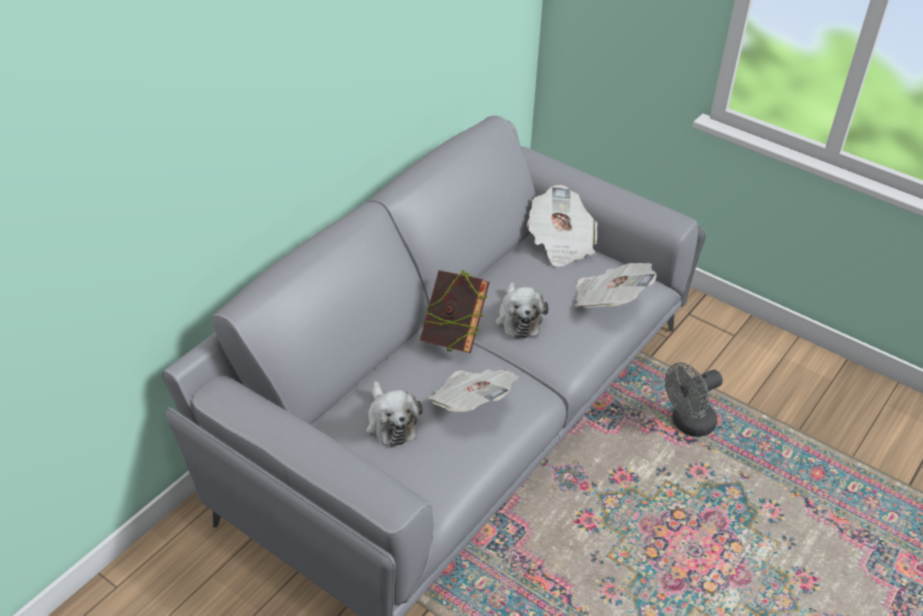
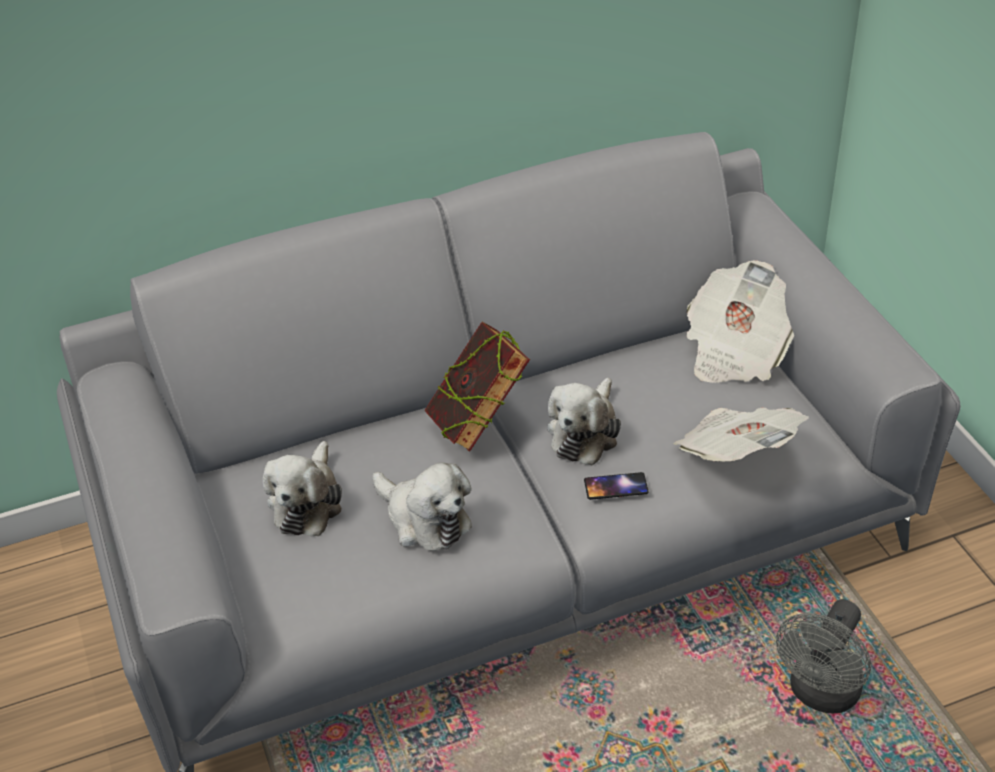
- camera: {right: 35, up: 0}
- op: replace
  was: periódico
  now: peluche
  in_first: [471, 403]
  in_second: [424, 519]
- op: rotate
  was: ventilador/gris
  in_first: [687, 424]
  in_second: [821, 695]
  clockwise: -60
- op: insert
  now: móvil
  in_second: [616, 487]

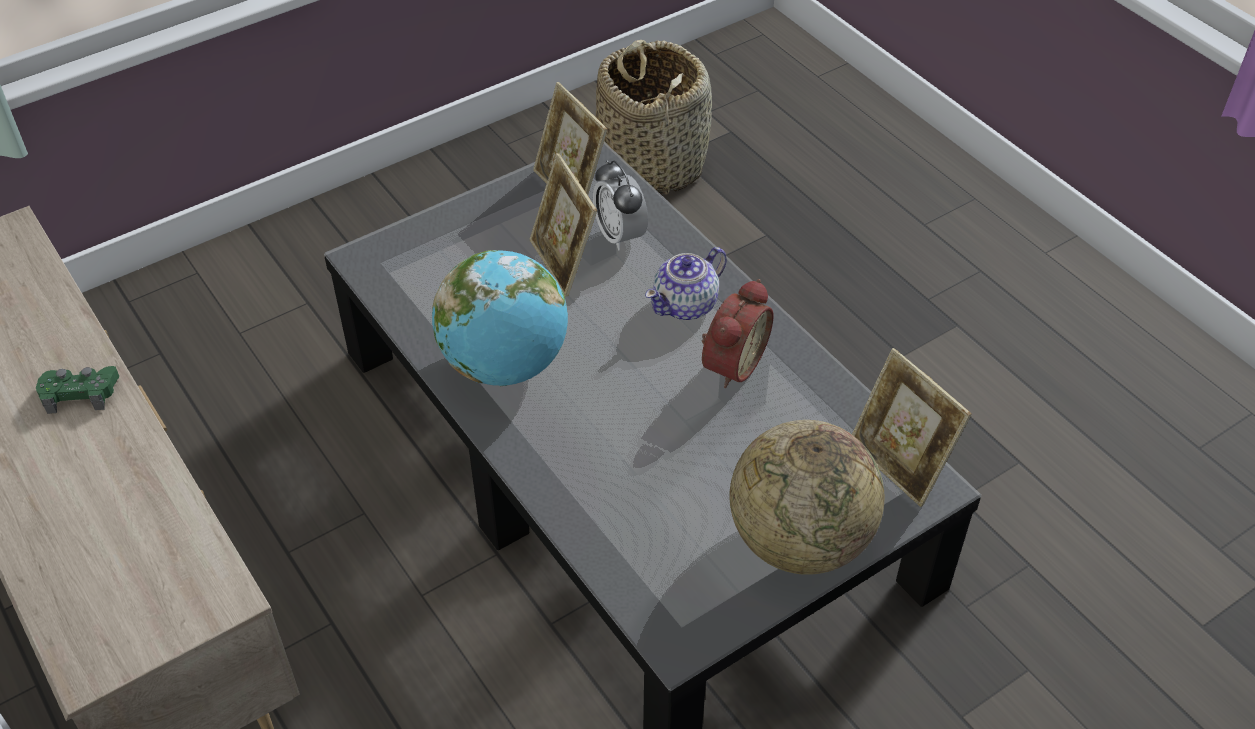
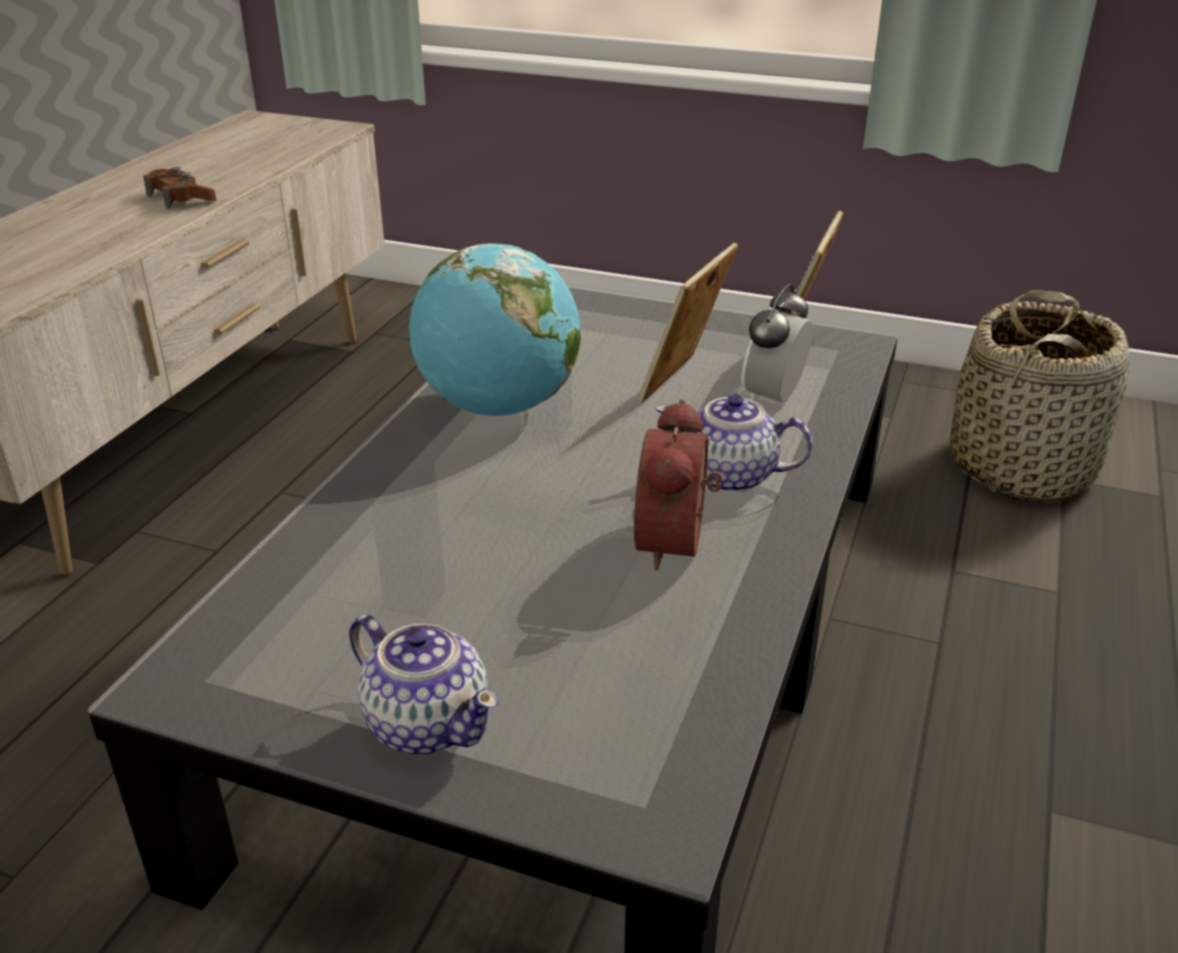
- camera: {right: 55, up: -15}
- op: recolor
  was: mando de consola/verde
  now: mando de consola/marrón
  in_first: [80, 393]
  in_second: [181, 198]
- op: rotate
  was: despertador
  in_first: [730, 363]
  in_second: [678, 543]
  clockwise: 105
- op: replace
  was: globo terráqueo
  now: tetera
  in_first: [799, 540]
  in_second: [427, 723]
- op: delete
  was: portarretratos
  in_first: [898, 465]

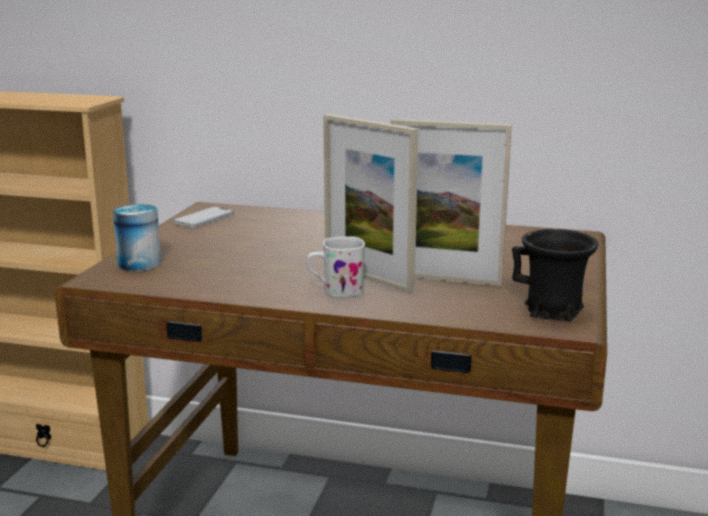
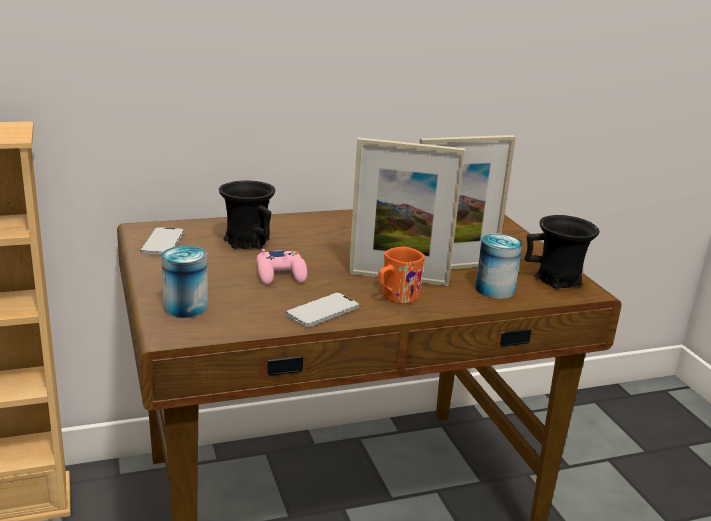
- camera: {right: -35, up: 5}
- op: recolor
  was: taza grande/blanco
  now: taza grande/naranja
  in_first: [336, 291]
  in_second: [395, 297]
- op: insert
  now: taza grande/negro
  in_second: [247, 241]
- op: insert
  now: mando de consola/rosa
  in_second: [281, 274]
- op: insert
  now: móvil
  in_second: [322, 311]
- op: insert
  now: lata
  in_second: [495, 289]

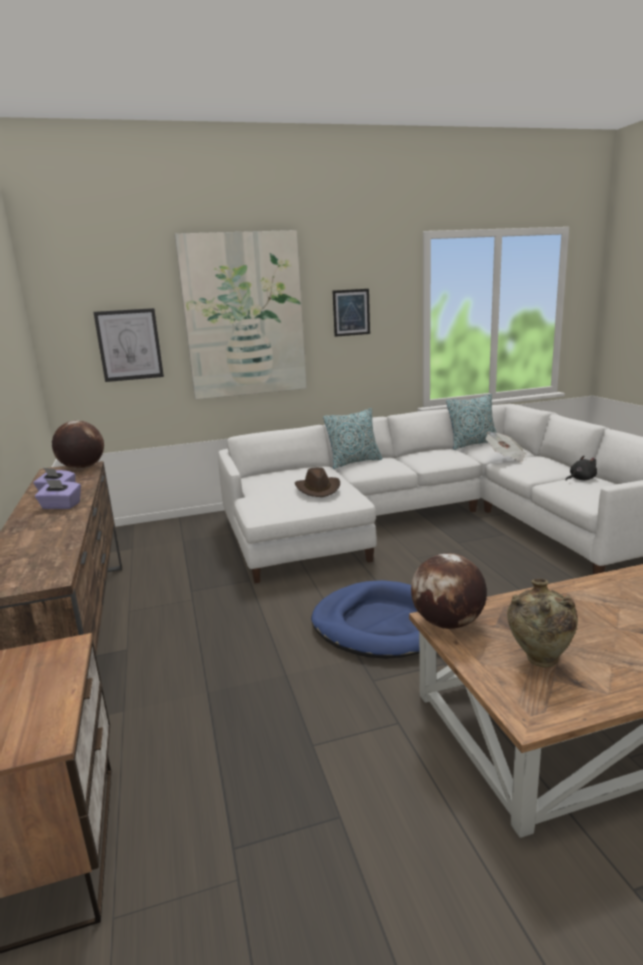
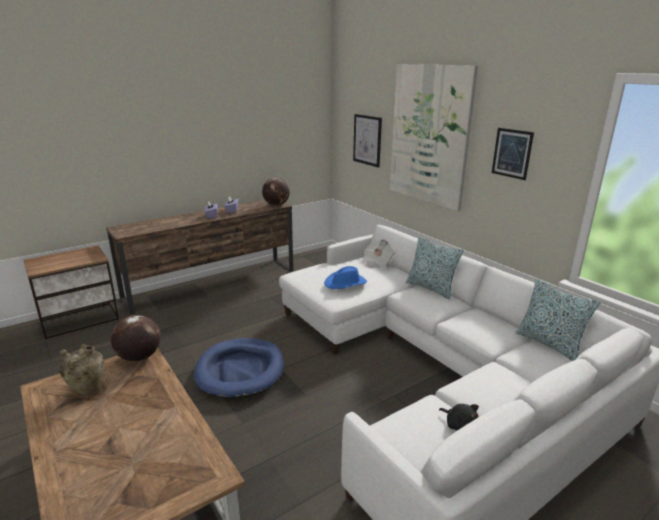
- camera: {right: 70, up: 5}
- op: recolor
  was: sombrero/marrón
  now: sombrero/azul
  in_first: [318, 489]
  in_second: [345, 283]
- op: move
  was: periódico
  in_first: [505, 457]
  in_second: [377, 263]

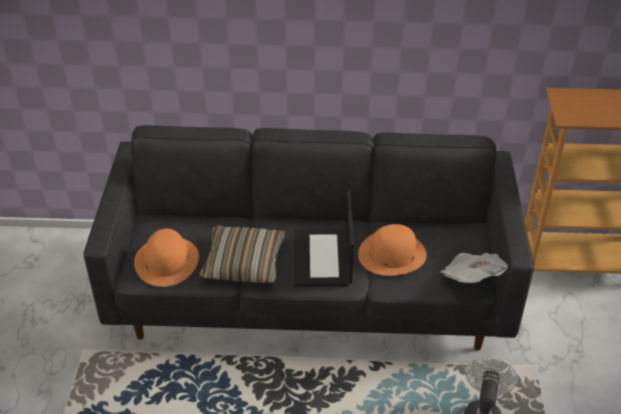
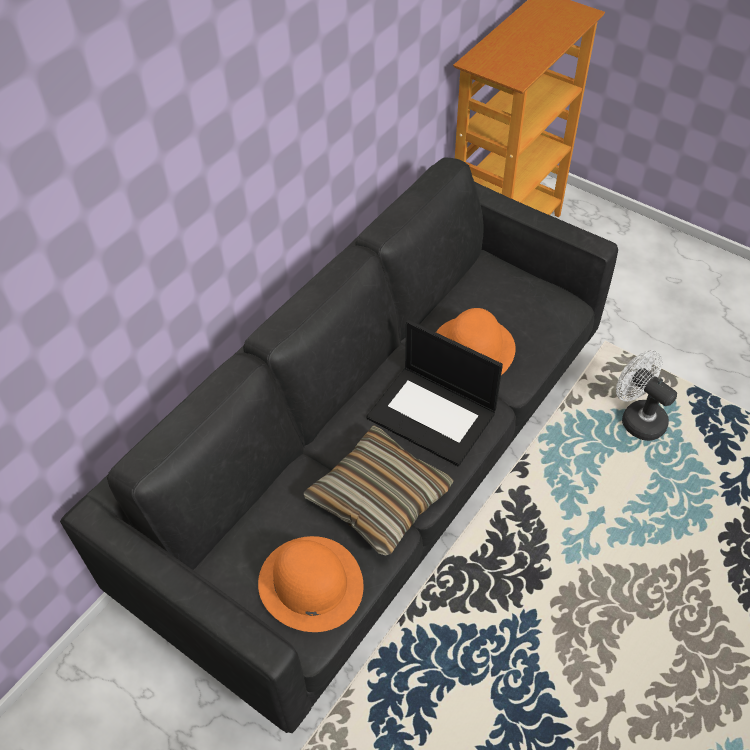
- camera: {right: -55, up: 10}
- op: delete
  was: periódico
  in_first: [473, 278]

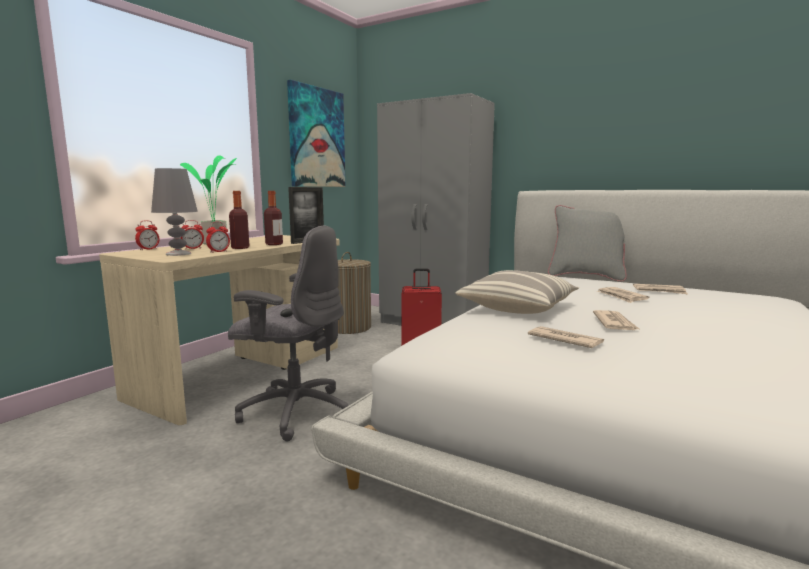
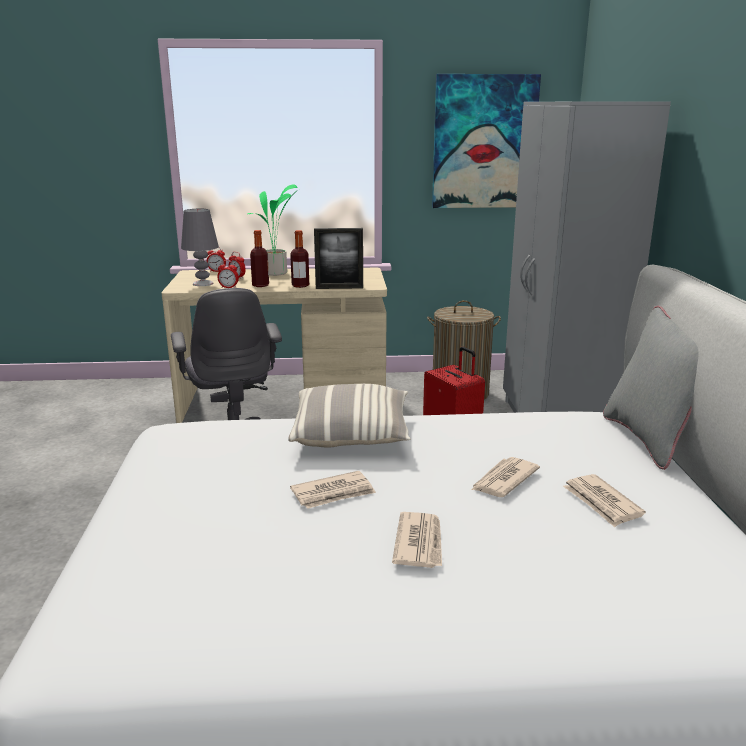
- camera: {right: 55, up: 10}
- op: move
  was: periódico
  in_first: [564, 340]
  in_second: [419, 543]

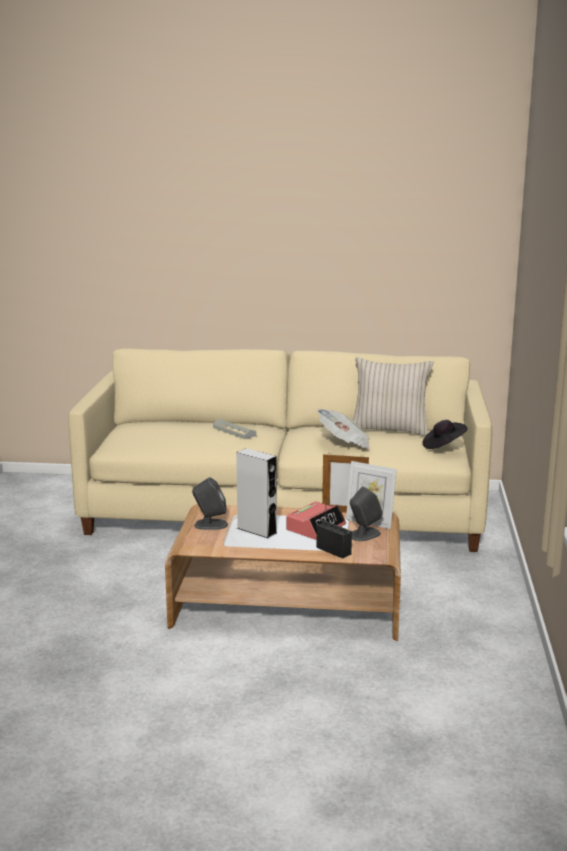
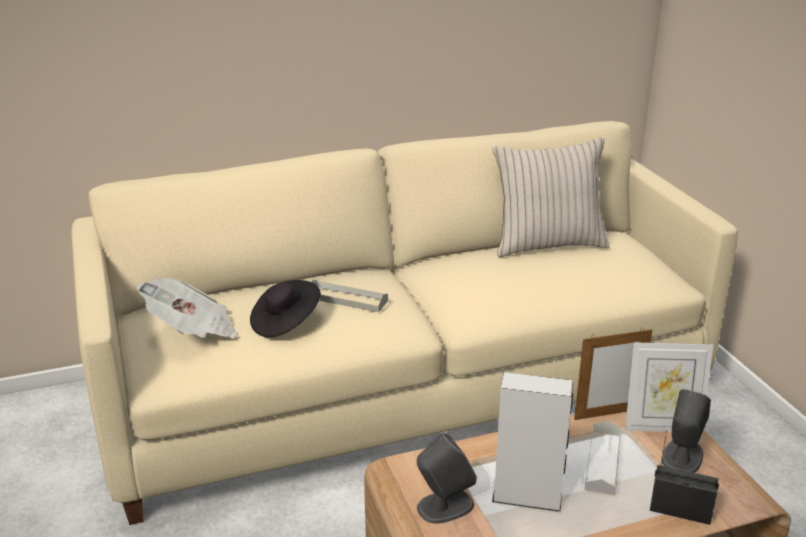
- camera: {right: -25, up: 10}
- op: replace
  was: despertador
  now: bandeja/gris
  in_first: [316, 527]
  in_second: [603, 461]
- op: move
  was: periódico
  in_first: [344, 443]
  in_second: [192, 330]
- op: move
  was: sombrero/negro
  in_first: [443, 445]
  in_second: [285, 323]

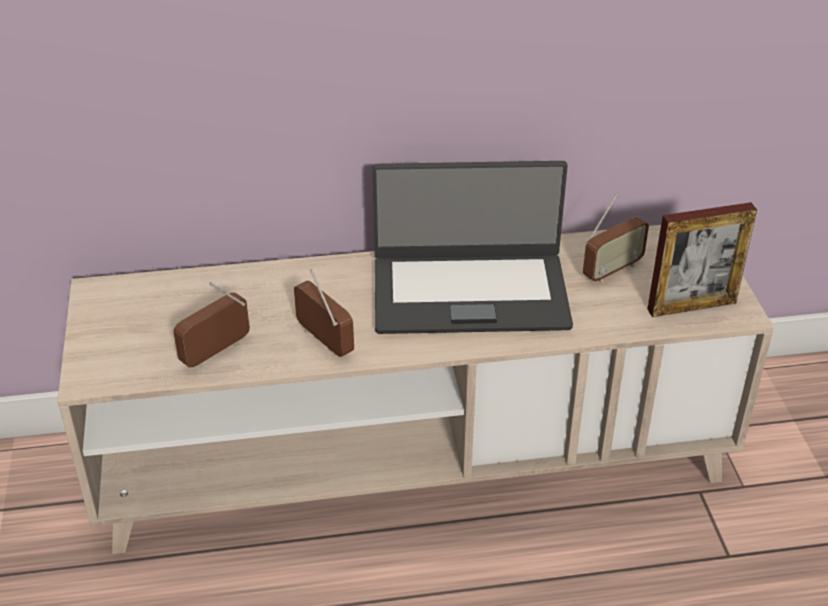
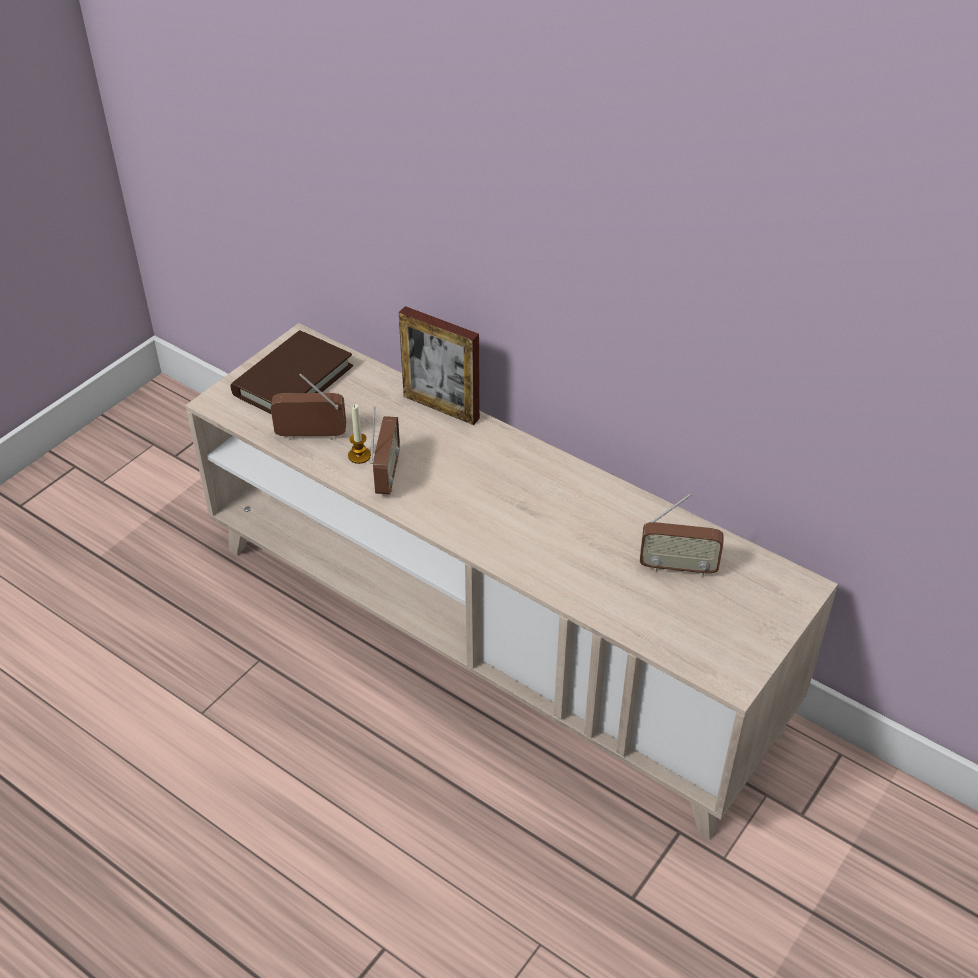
- camera: {right: 45, up: 5}
- op: delete
  was: portátil
  in_first: [469, 292]
- op: move
  was: portarretratos
  in_first: [691, 306]
  in_second: [441, 407]
- op: insert
  now: libro/marrón
  in_second: [293, 380]
- op: insert
  now: vela
  in_second: [359, 456]

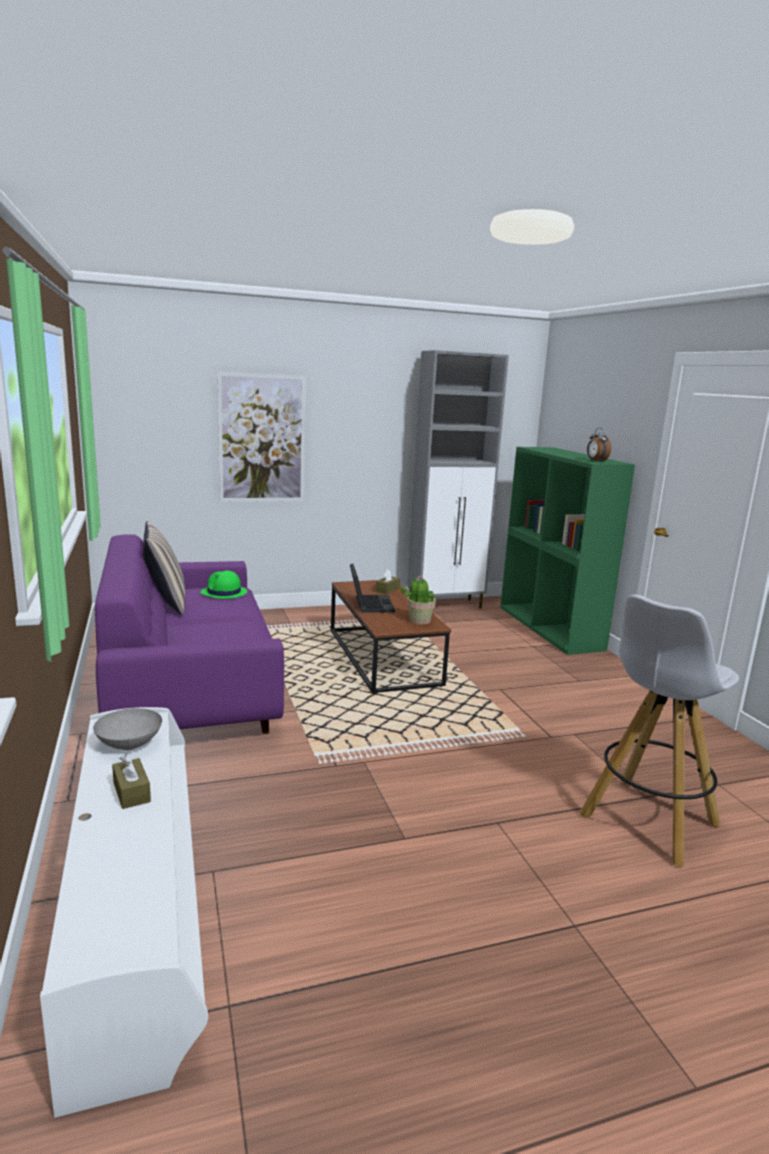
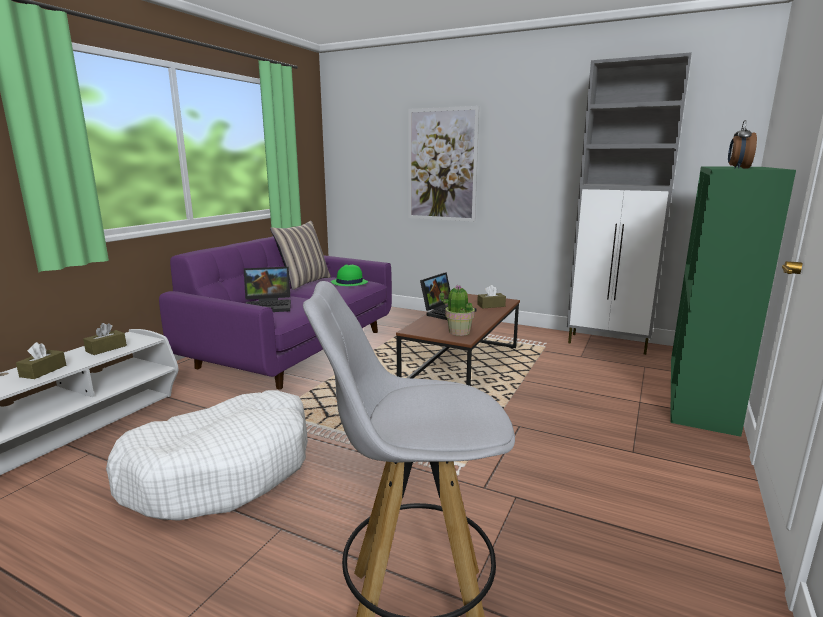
- camera: {right: 45, up: 0}
- op: replace
  was: cuenco/gris
  now: caja de pañuelos/marrón
  in_first: [129, 744]
  in_second: [106, 348]
- op: insert
  now: cama para perro/blanco
  in_second: [222, 470]
- op: insert
  now: portátil
  in_second: [269, 306]

